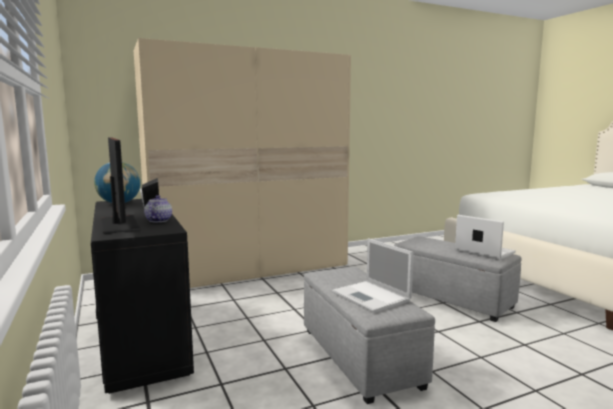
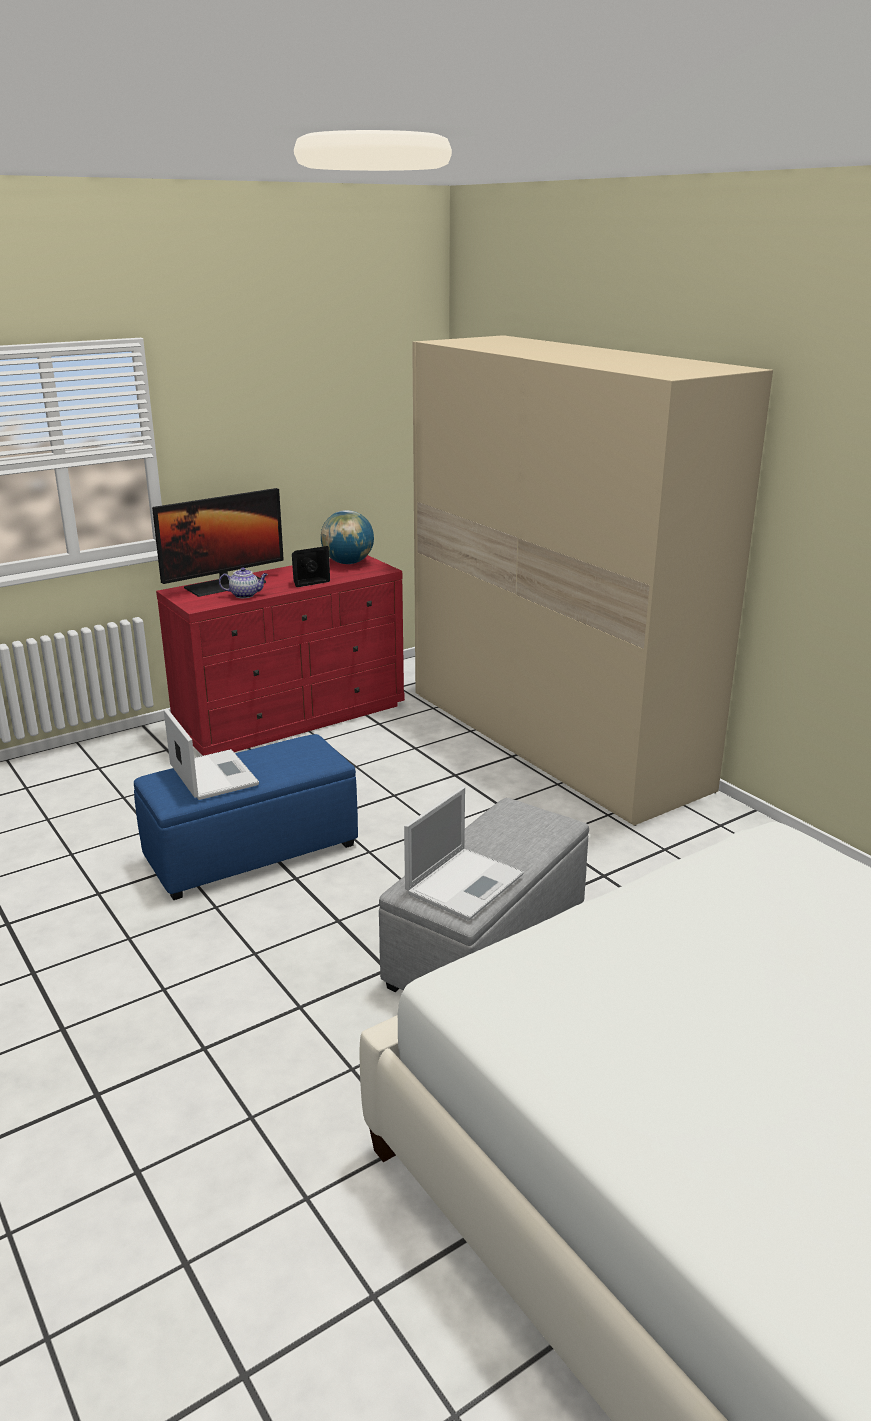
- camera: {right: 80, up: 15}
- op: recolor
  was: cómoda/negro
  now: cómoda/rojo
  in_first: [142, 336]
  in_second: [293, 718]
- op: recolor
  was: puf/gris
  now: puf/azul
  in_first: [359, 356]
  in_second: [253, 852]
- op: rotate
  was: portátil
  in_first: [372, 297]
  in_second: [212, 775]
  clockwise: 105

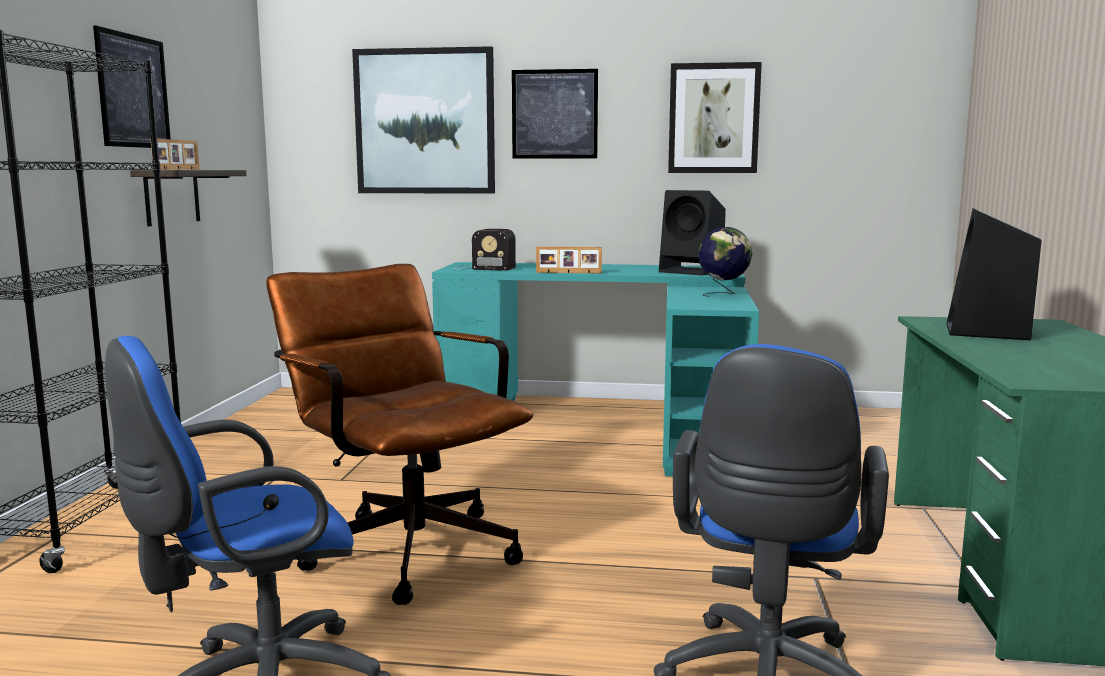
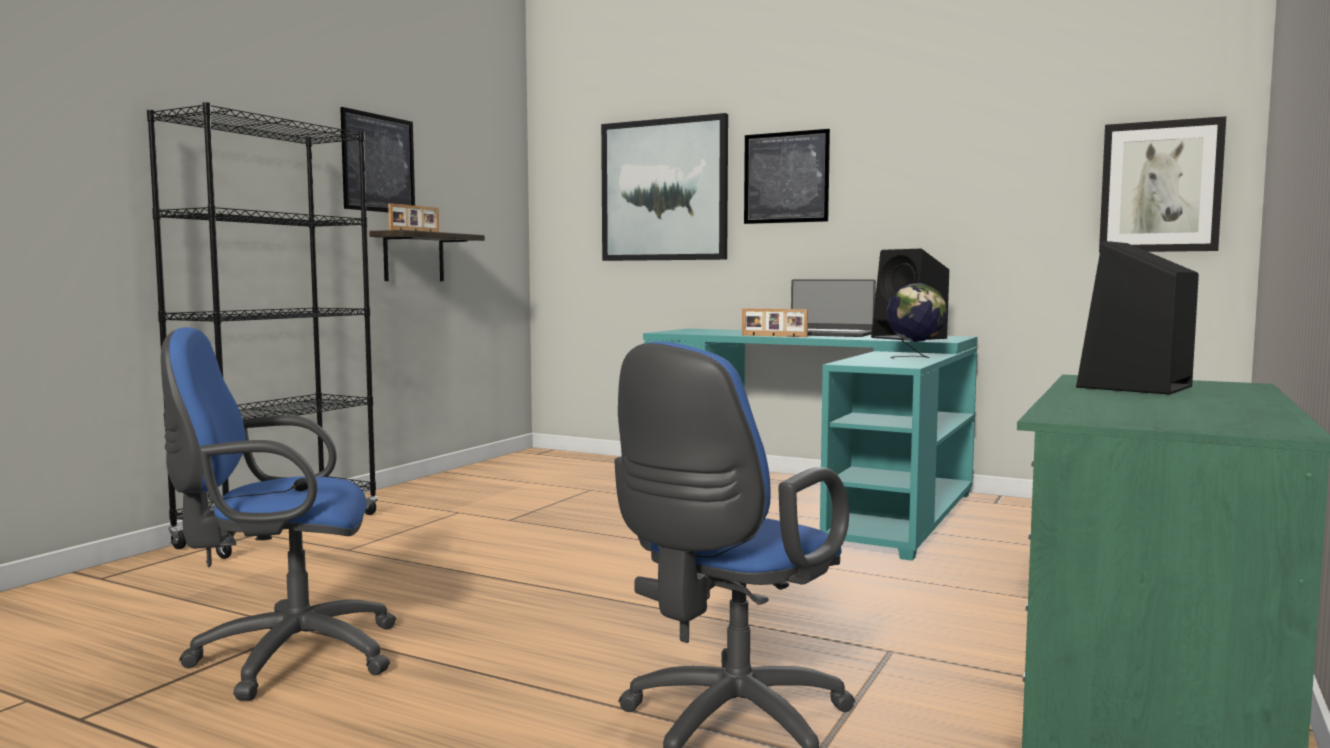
- camera: {right: 20, up: -5}
- op: delete
  was: silla de oficina/marrón
  in_first: [404, 545]
- op: delete
  was: radio
  in_first: [482, 268]
- op: move
  was: cuadro
  in_first: [713, 118]
  in_second: [1160, 187]
- op: insert
  now: portátil
  in_second: [825, 334]

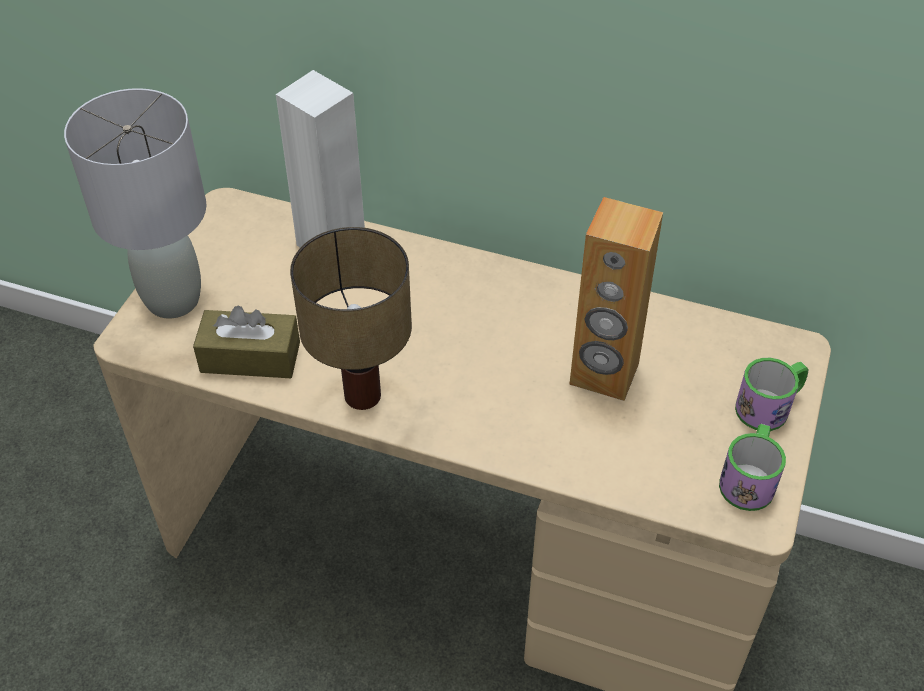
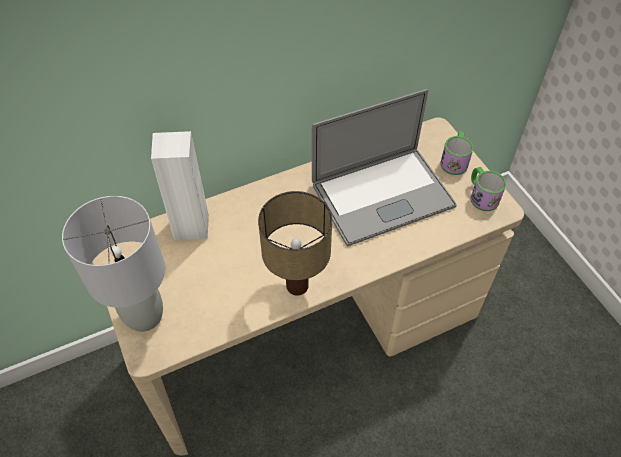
- camera: {right: -45, up: 5}
- op: delete
  was: caja de pañuelos/marrón
  in_first: [250, 357]
- op: replace
  was: altavoz/marrón
  now: portátil
  in_first: [604, 374]
  in_second: [382, 195]

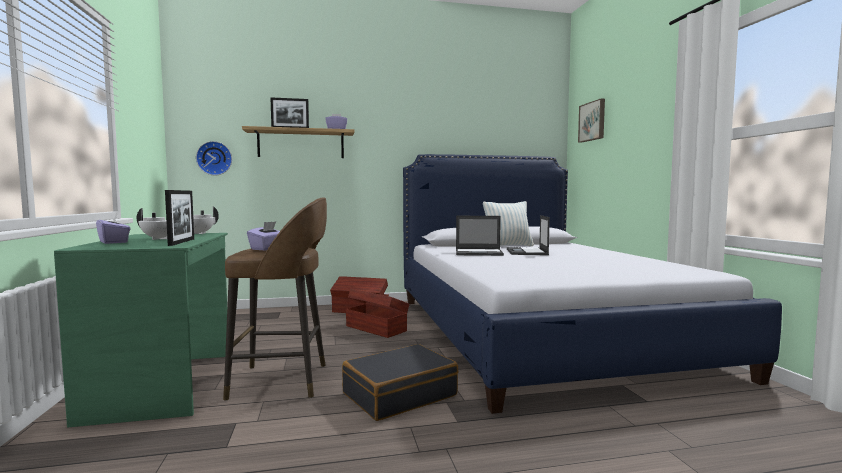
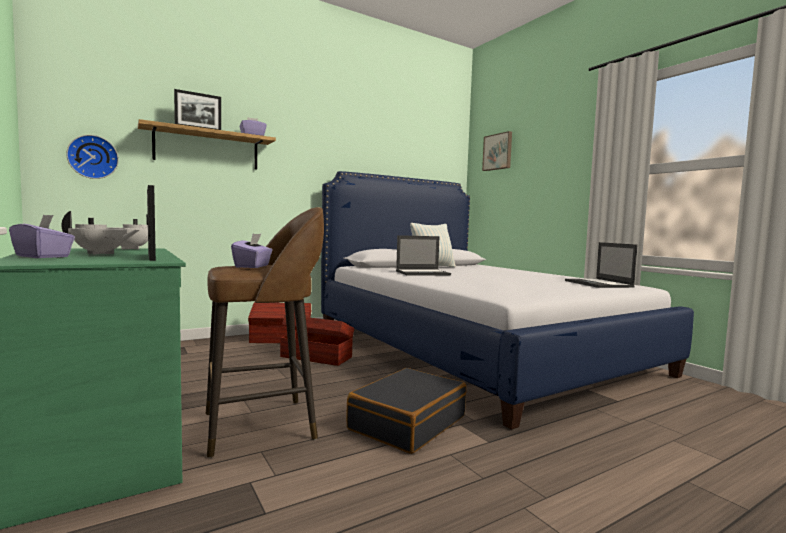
- camera: {right: -20, up: 0}
- op: move
  was: portátil
  in_first: [527, 252]
  in_second: [599, 284]

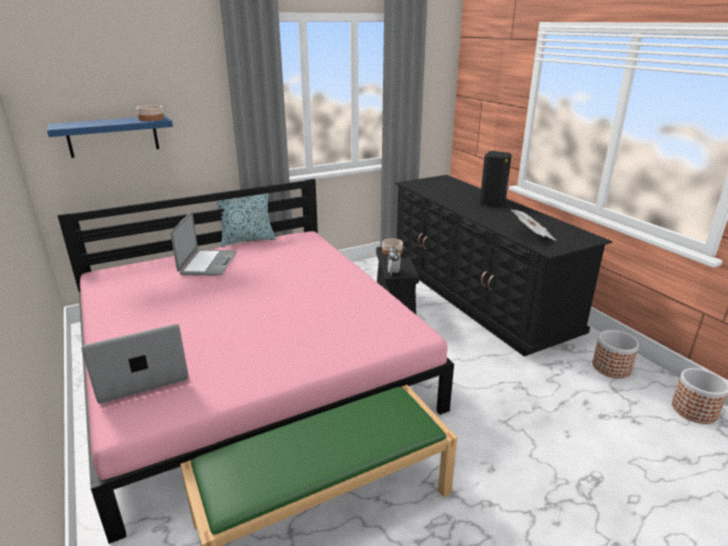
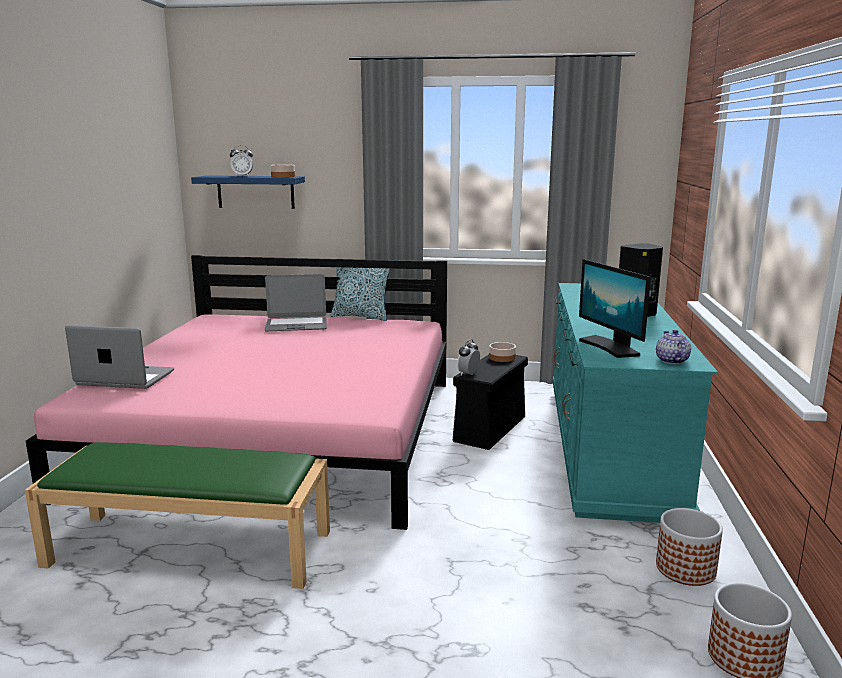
- camera: {right: 35, up: -10}
- op: rotate
  was: portátil
  in_first: [208, 263]
  in_second: [296, 325]
  clockwise: 45
- op: recolor
  was: cómoda/negro
  now: cómoda/turquesa
  in_first: [476, 296]
  in_second: [608, 446]
- op: replace
  was: periódico
  now: monitor
  in_first: [532, 236]
  in_second: [610, 347]
- op: insert
  now: despertador
  in_second: [242, 176]
- op: insert
  now: tetera
  in_second: [671, 361]

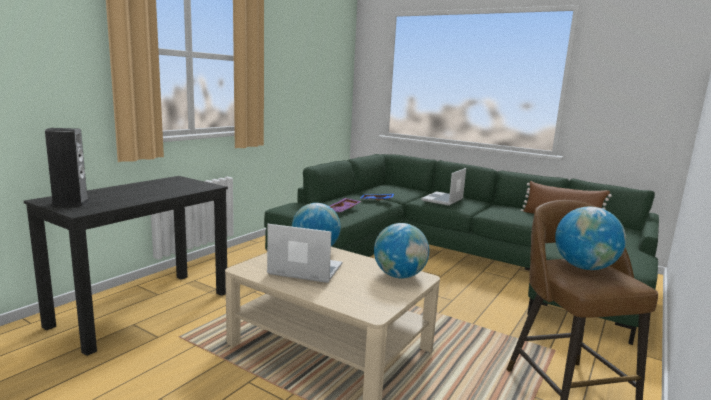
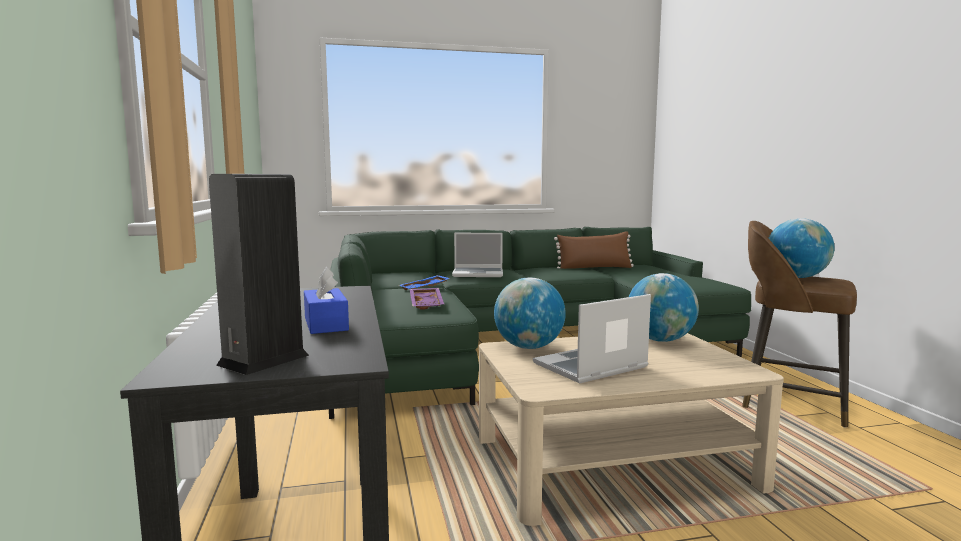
- camera: {right: -45, up: -5}
- op: rotate
  was: portátil
  in_first: [443, 200]
  in_second: [478, 274]
  clockwise: -75
- op: insert
  now: caja de pañuelos/azul
  in_second: [326, 324]

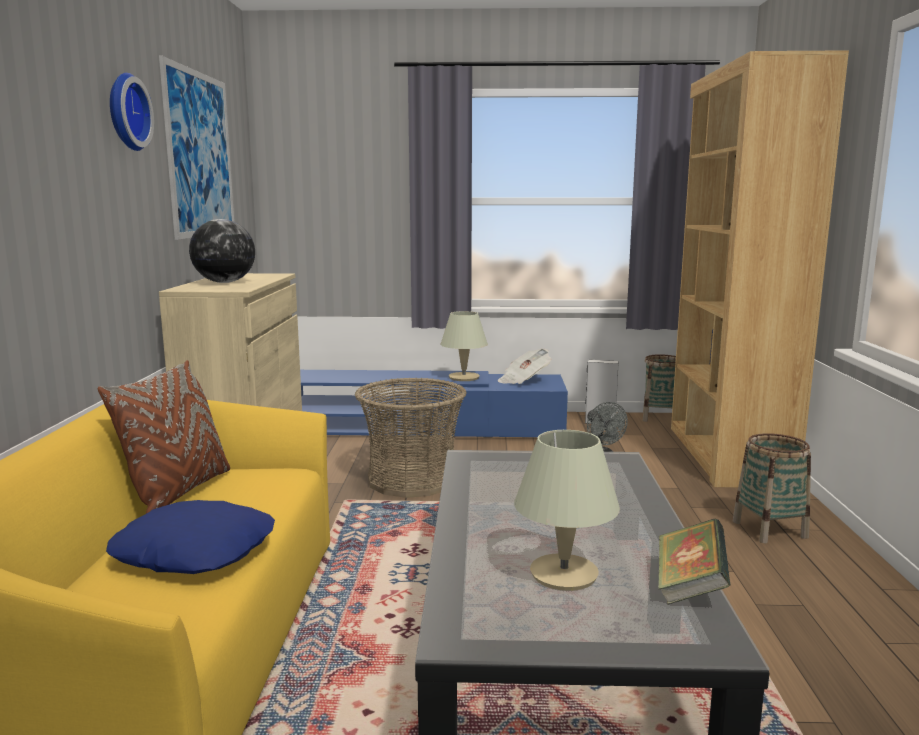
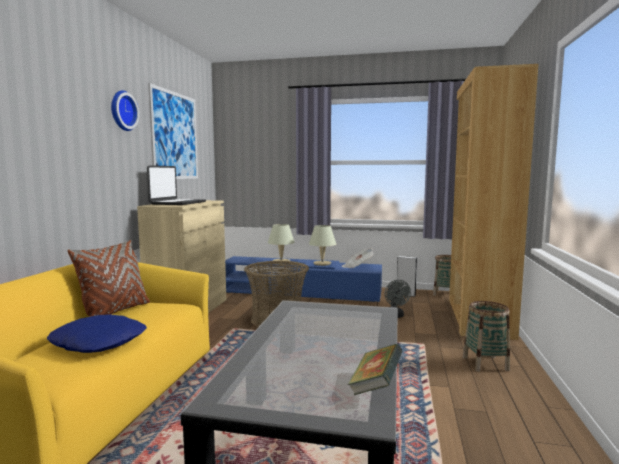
- camera: {right: 10, up: -5}
- op: replace
  was: globo terráqueo
  now: portátil
  in_first: [224, 282]
  in_second: [178, 203]
- op: move
  was: lámpara de mesa/beis
  in_first: [564, 574]
  in_second: [281, 261]

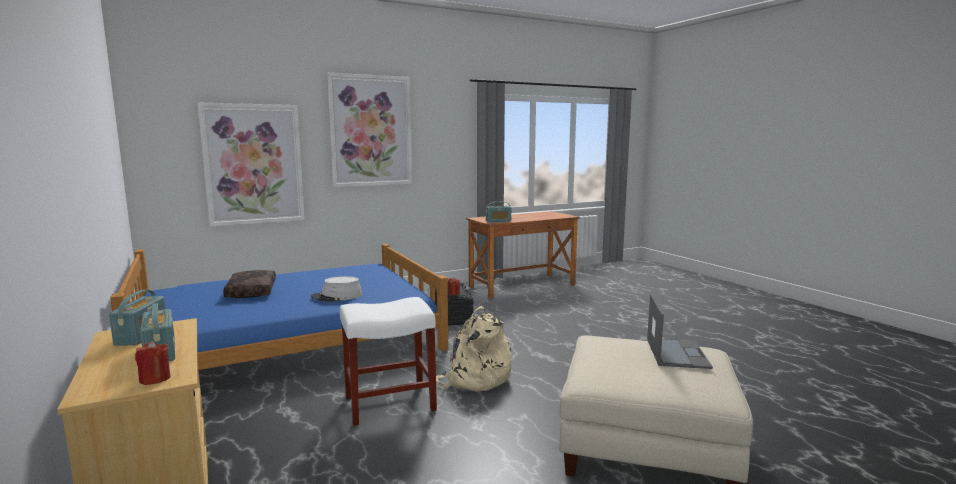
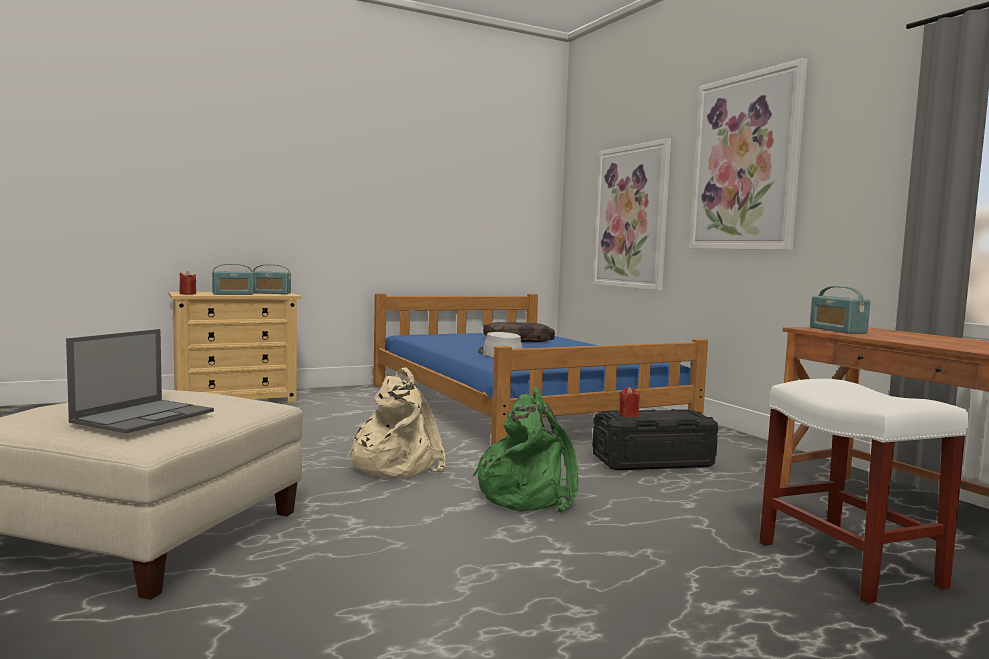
- camera: {right: 90, up: -5}
- op: move
  was: taburete/blanco
  in_first: [388, 404]
  in_second: [846, 563]
- op: rotate
  was: portátil
  in_first: [676, 353]
  in_second: [145, 416]
  clockwise: -75
- op: insert
  now: mochila/verde
  in_second: [528, 495]

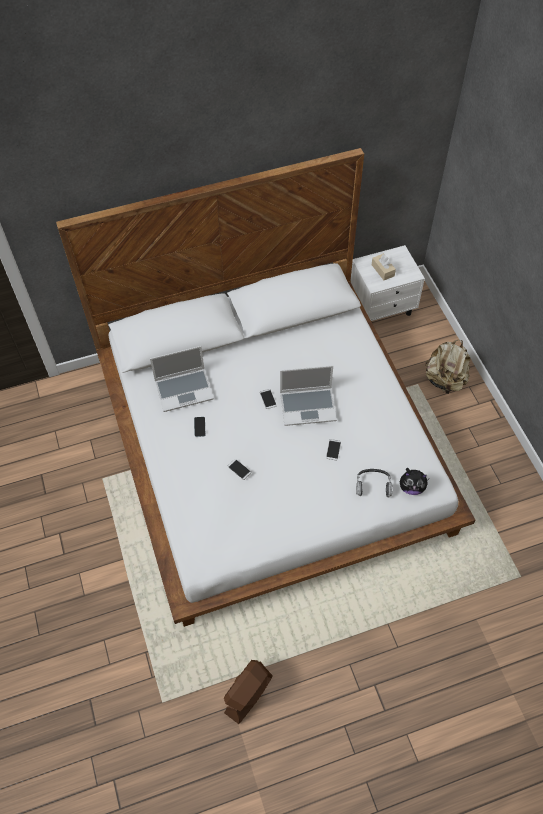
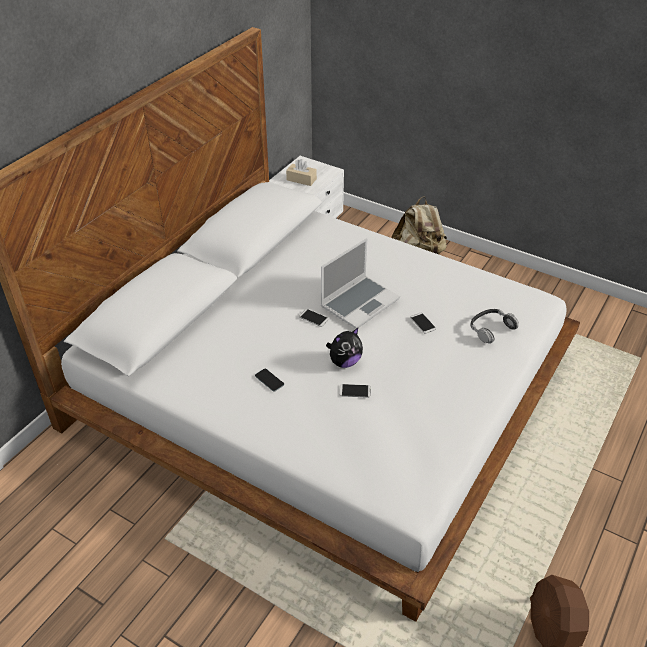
- camera: {right: -40, up: -15}
- op: delete
  was: portátil
  in_first: [184, 390]
- op: move
  was: peluche
  in_first: [411, 487]
  in_second: [344, 362]

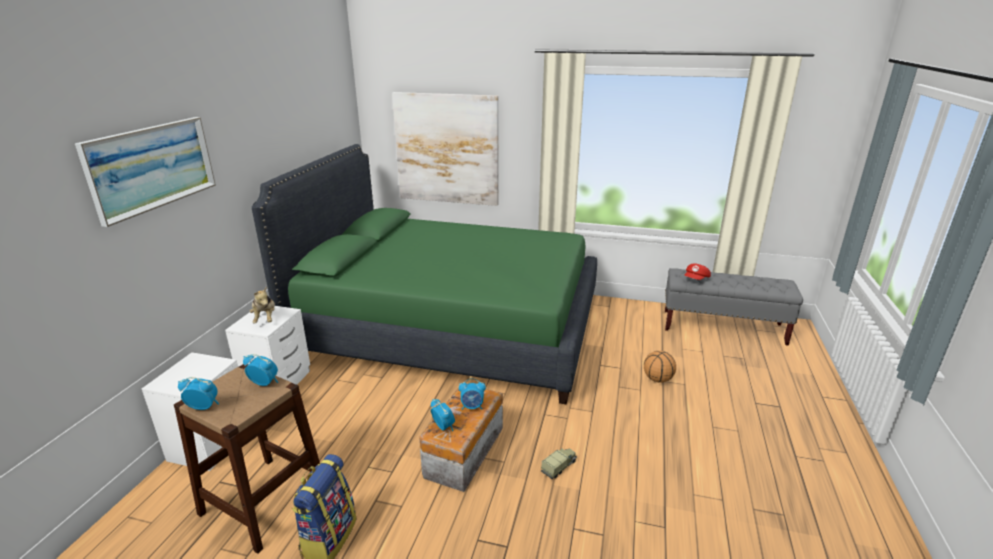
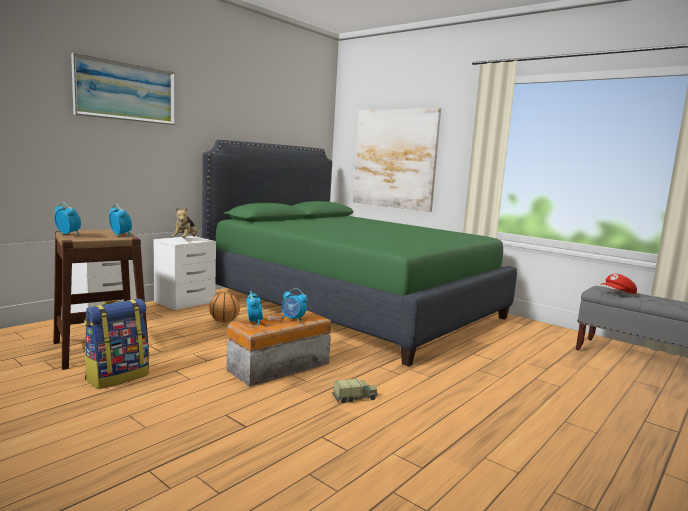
- camera: {right: 25, up: -15}
- op: move
  was: balón de baloncesto
  in_first: [657, 379]
  in_second: [224, 321]

